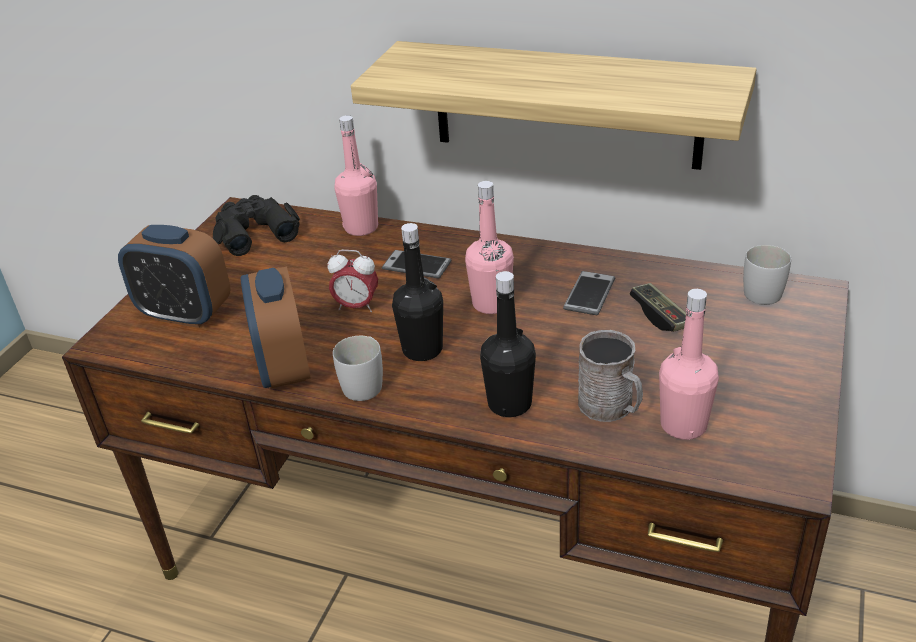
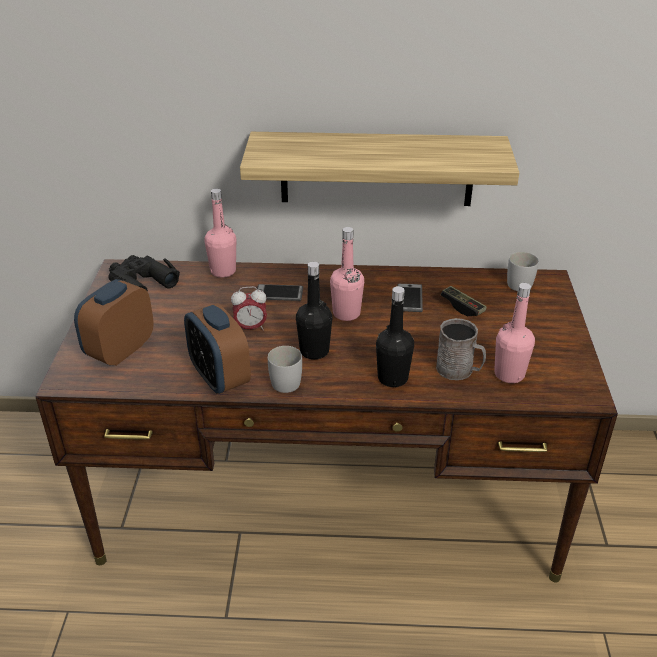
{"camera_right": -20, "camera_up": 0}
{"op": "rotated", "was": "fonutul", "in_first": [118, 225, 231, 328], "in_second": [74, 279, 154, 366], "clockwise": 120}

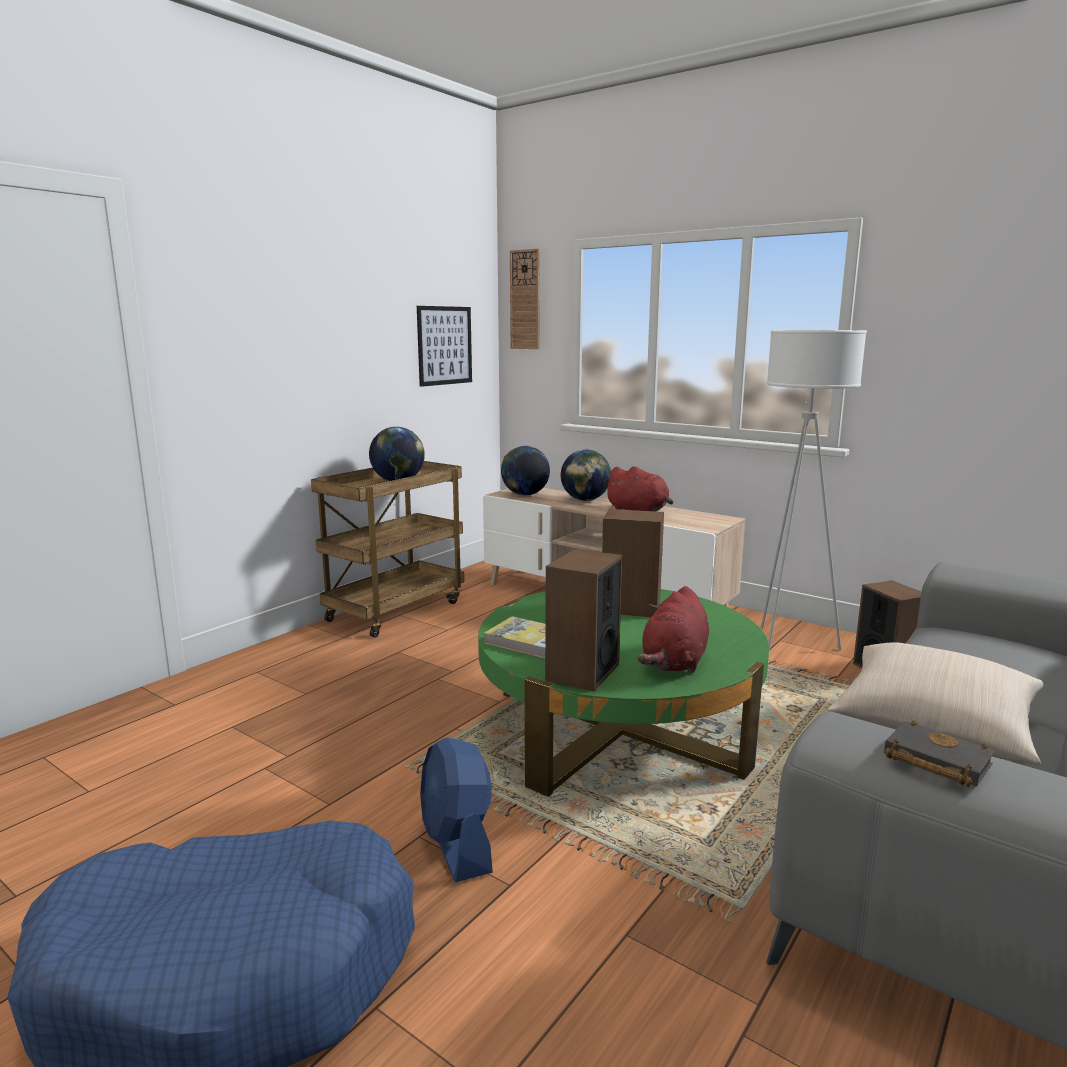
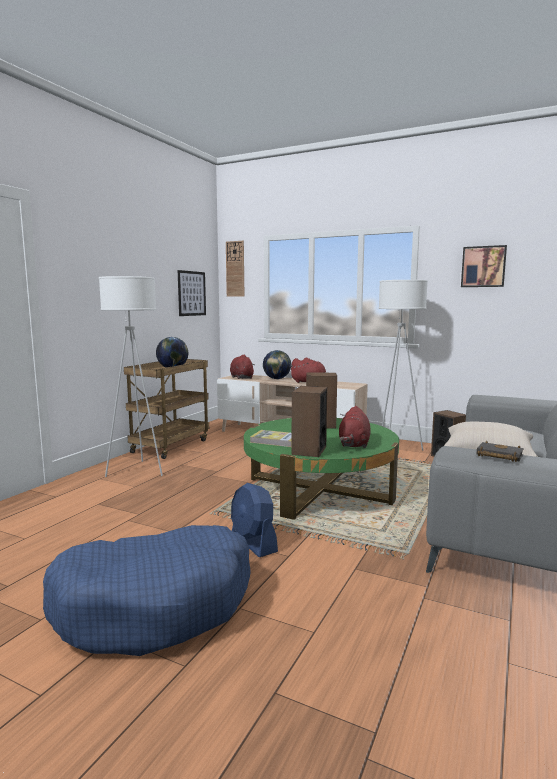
{"camera_right": -10, "camera_up": -5}
{"op": "swapped", "was": "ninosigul", "now": "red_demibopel", "in_first": [501, 446, 550, 496], "in_second": [230, 355, 255, 379]}
{"op": "new", "now": "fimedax", "in_second": [461, 245, 507, 287]}
{"op": "new", "now": "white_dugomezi", "in_second": [99, 276, 163, 477]}

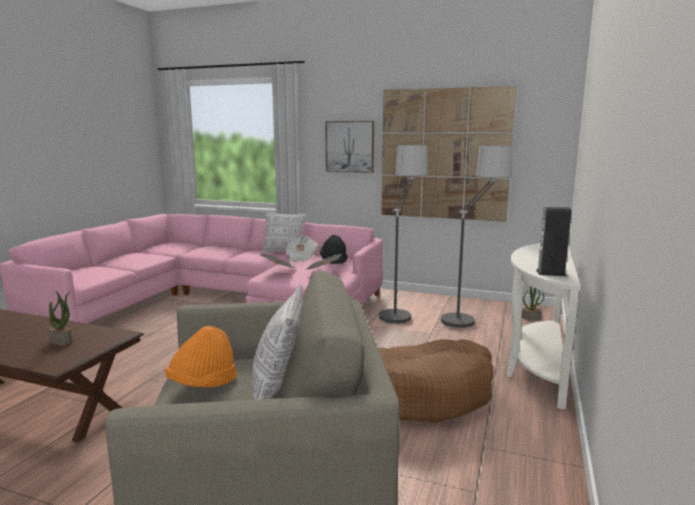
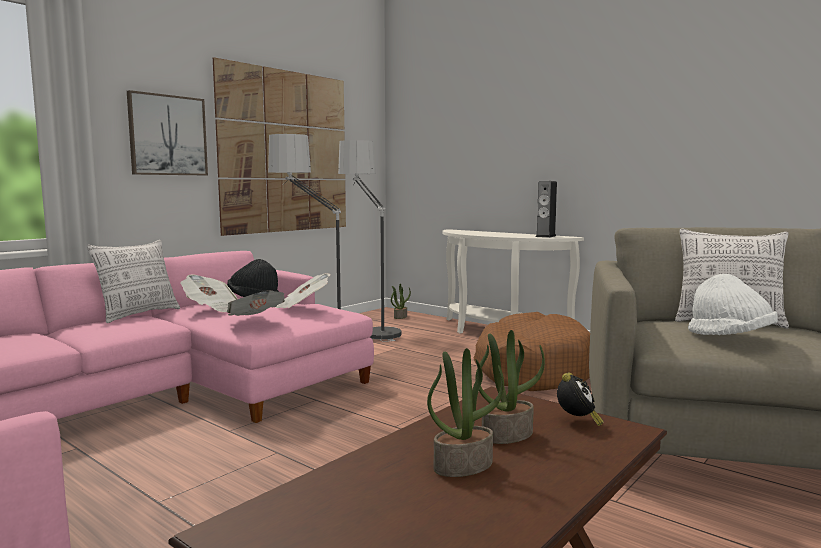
{"camera_right": -70, "camera_up": -5}
{"op": "repainted", "was": "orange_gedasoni", "now": "white_gedasoni", "in_first": [165, 326, 237, 388], "in_second": [688, 274, 778, 335]}
{"op": "new", "now": "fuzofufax", "in_second": [427, 348, 504, 477]}
{"op": "new", "now": "fonutul", "in_second": [557, 373, 604, 426]}

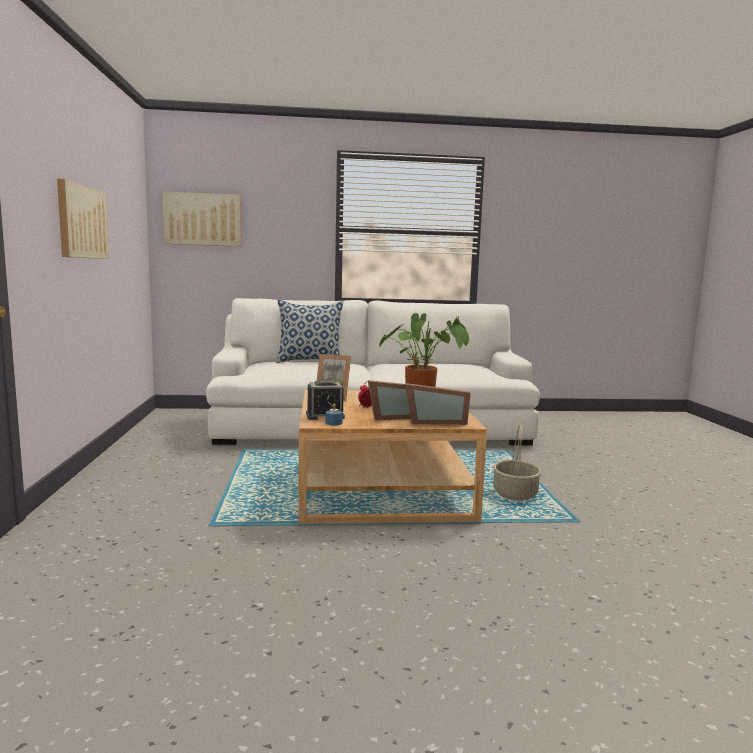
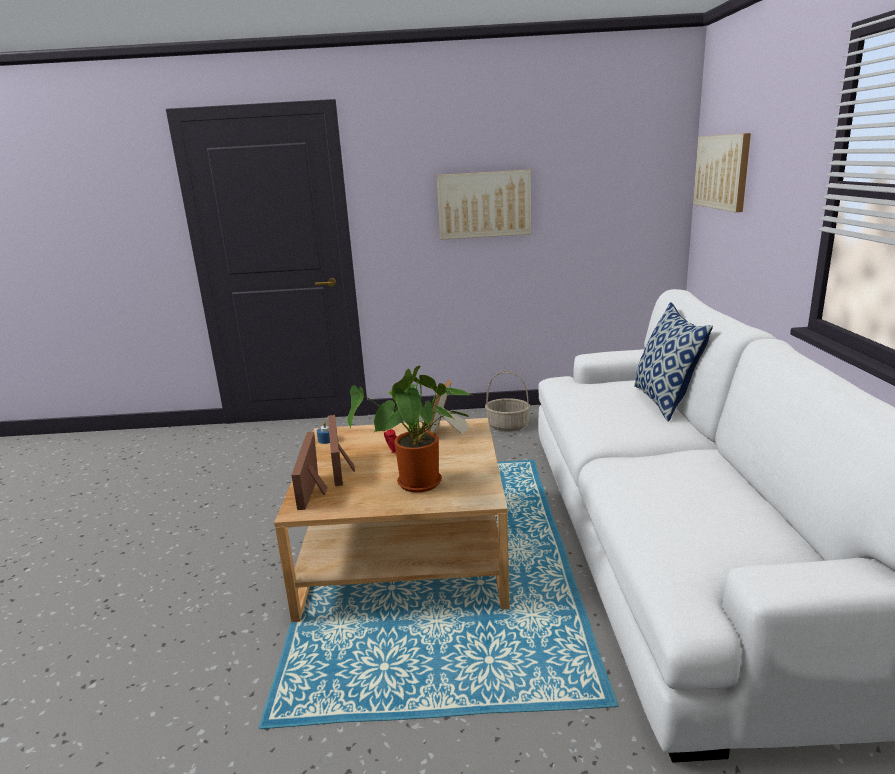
{"camera_right": 95, "camera_up": 10}
{"op": "gone", "was": "fonutul", "in_first": [306, 379, 345, 420]}
{"op": "shifted", "was": "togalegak", "in_first": [493, 425, 542, 501], "in_second": [485, 371, 530, 431]}

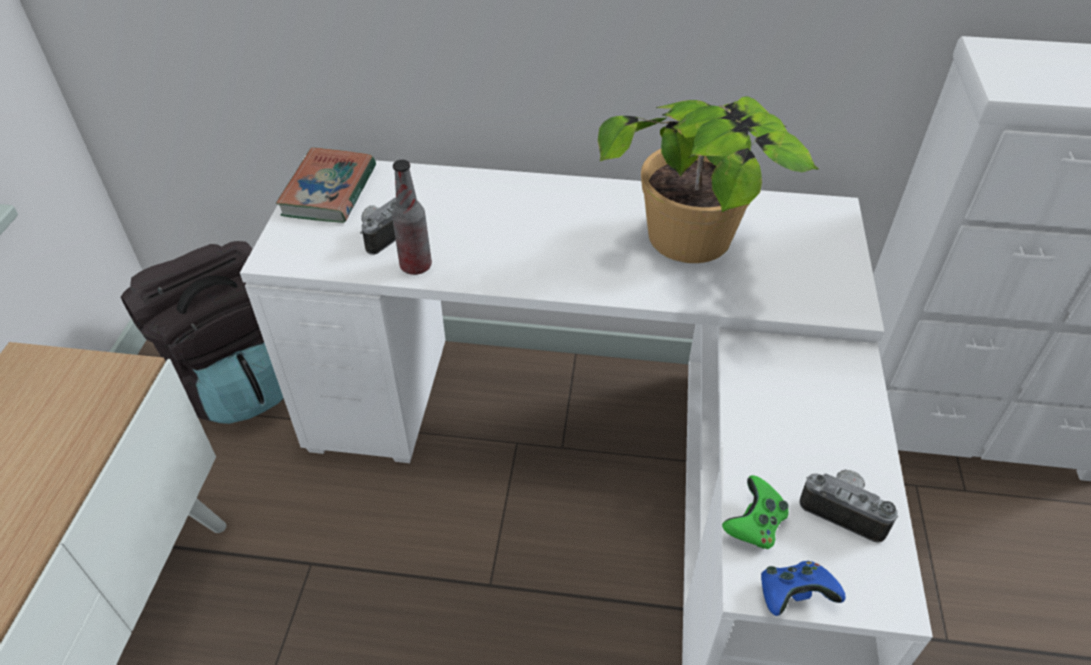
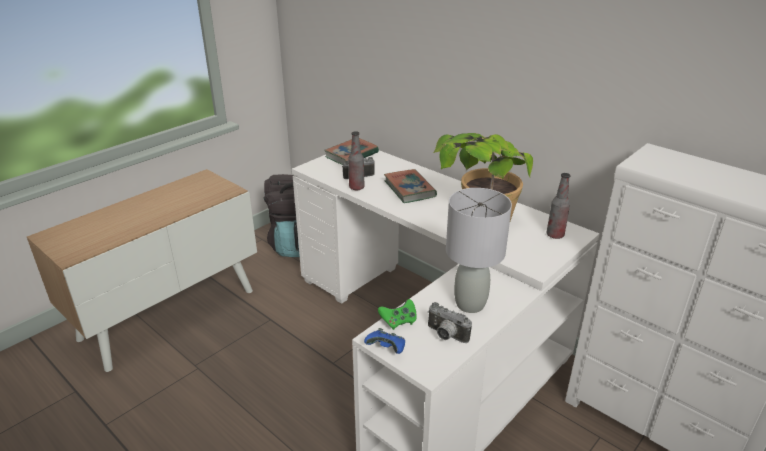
{"camera_right": 35, "camera_up": -15}
{"op": "rotated", "was": "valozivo", "in_first": [799, 470, 898, 543], "in_second": [427, 302, 472, 343], "clockwise": 150}
{"op": "new", "now": "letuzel", "in_second": [384, 169, 437, 203]}
{"op": "new", "now": "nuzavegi", "in_second": [546, 173, 571, 239]}
{"op": "new", "now": "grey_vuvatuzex", "in_second": [446, 188, 512, 313]}

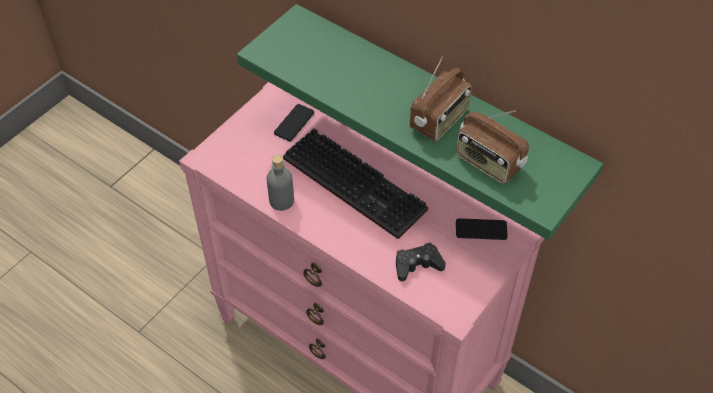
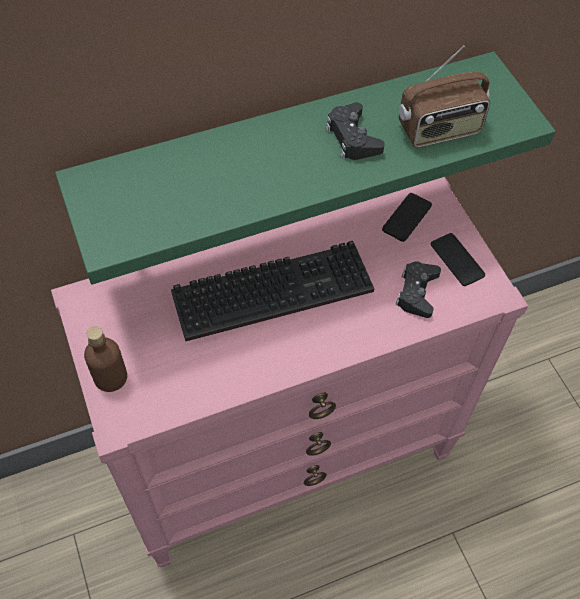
{"camera_right": -60, "camera_up": 5}
{"op": "swapped", "was": "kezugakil", "now": "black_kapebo", "in_first": [410, 57, 472, 141], "in_second": [326, 102, 385, 160]}
{"op": "shifted", "was": "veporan", "in_first": [274, 104, 314, 141], "in_second": [431, 233, 485, 286]}
{"op": "gone", "was": "grey_nuzavegi", "in_first": [267, 154, 294, 211]}
{"op": "new", "now": "brown_nuzavegi", "in_second": [84, 326, 127, 392]}

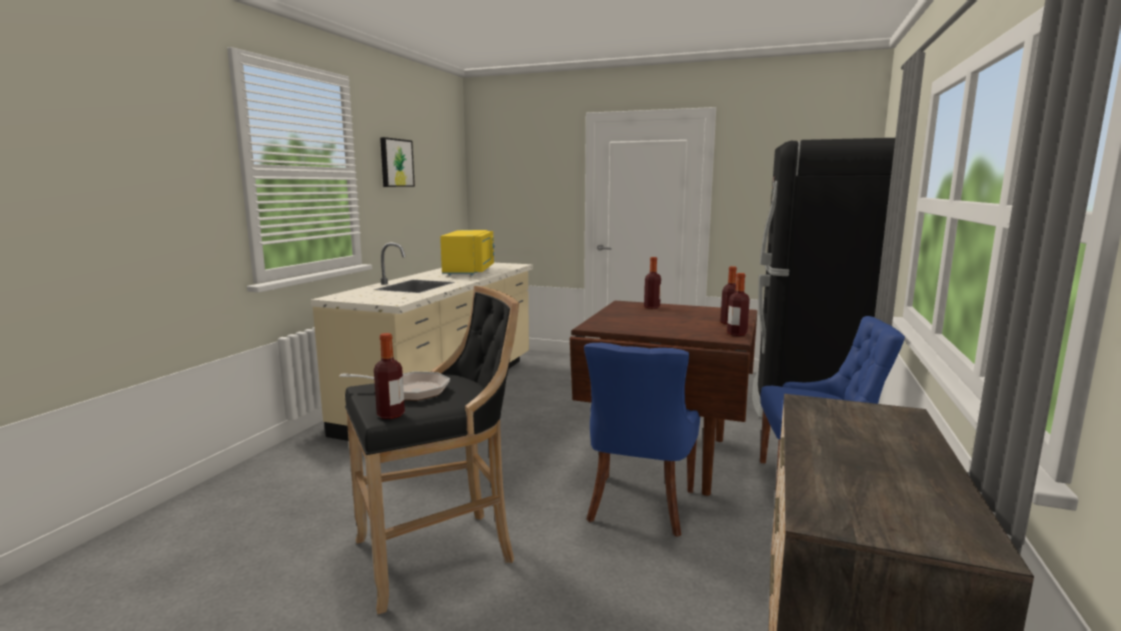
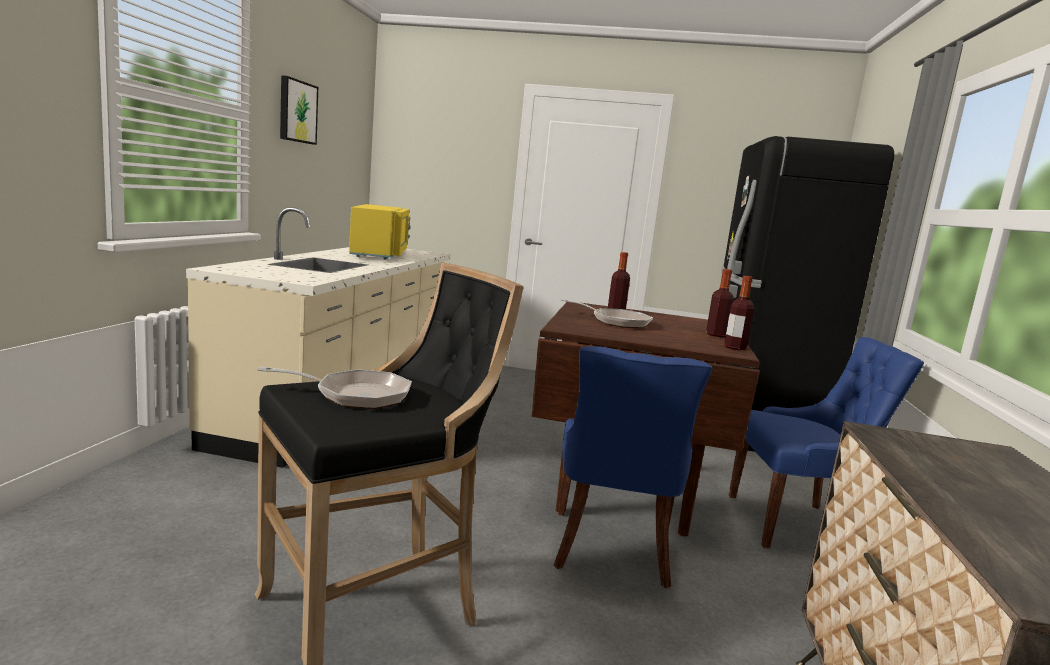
{"camera_right": -10, "camera_up": 0}
{"op": "gone", "was": "nuzavegi", "in_first": [374, 333, 405, 419]}
{"op": "new", "now": "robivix", "in_second": [561, 299, 653, 328]}

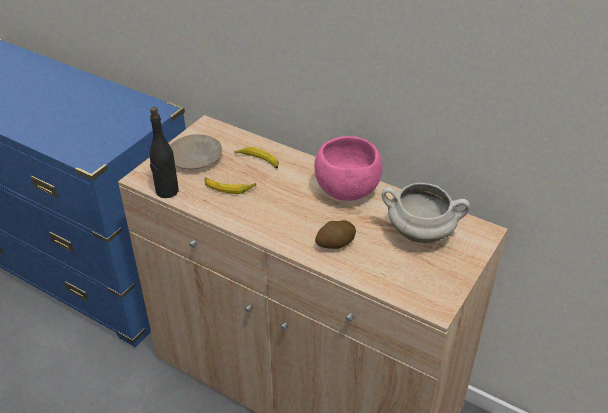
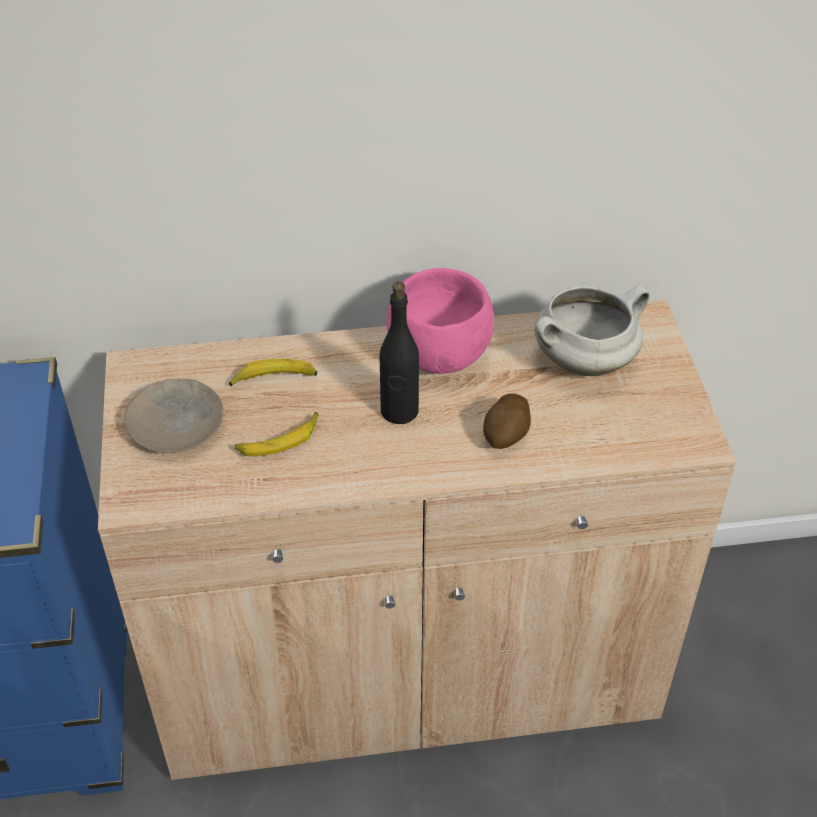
{"camera_right": -40, "camera_up": 5}
{"op": "shifted", "was": "black_nuzavegi", "in_first": [150, 107, 179, 198], "in_second": [380, 281, 419, 424]}

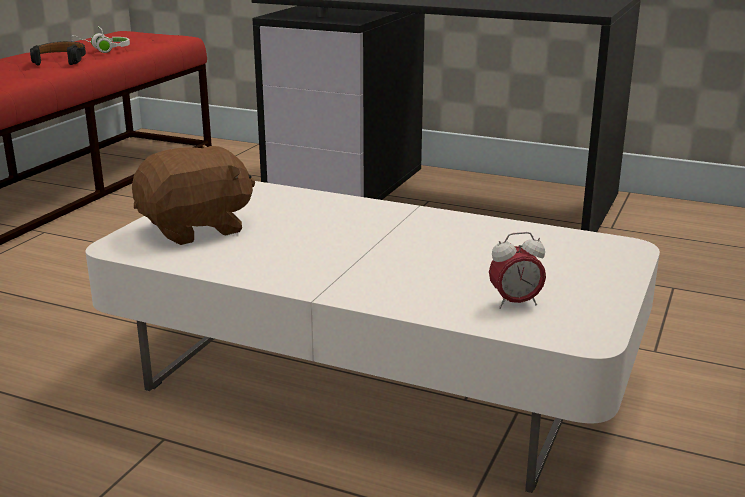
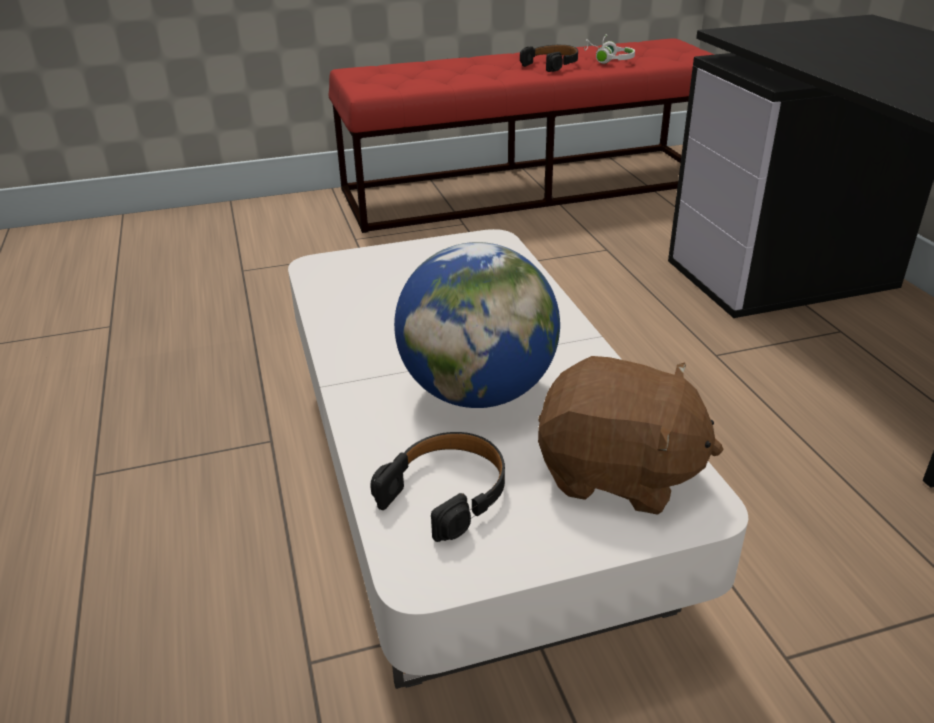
{"camera_right": 50, "camera_up": 10}
{"op": "shifted", "was": "brown_demibopel", "in_first": [132, 145, 255, 245], "in_second": [538, 356, 724, 515]}
{"op": "swapped", "was": "fonutul", "now": "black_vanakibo", "in_first": [489, 232, 546, 309], "in_second": [370, 432, 505, 542]}
{"op": "new", "now": "ninosigul", "in_second": [394, 242, 560, 408]}

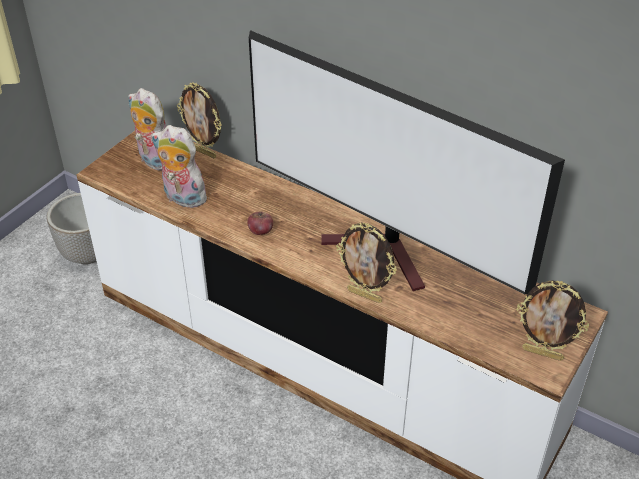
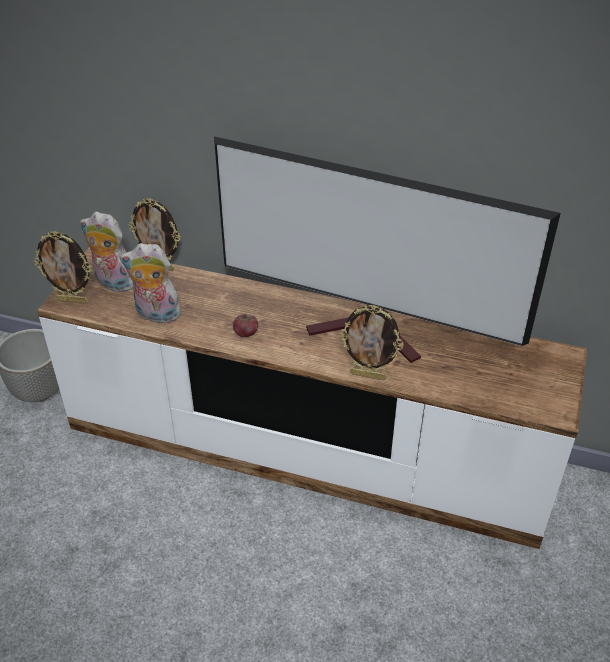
{"camera_right": -15, "camera_up": 0}
{"op": "shifted", "was": "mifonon", "in_first": [517, 280, 589, 361], "in_second": [33, 231, 92, 303]}

